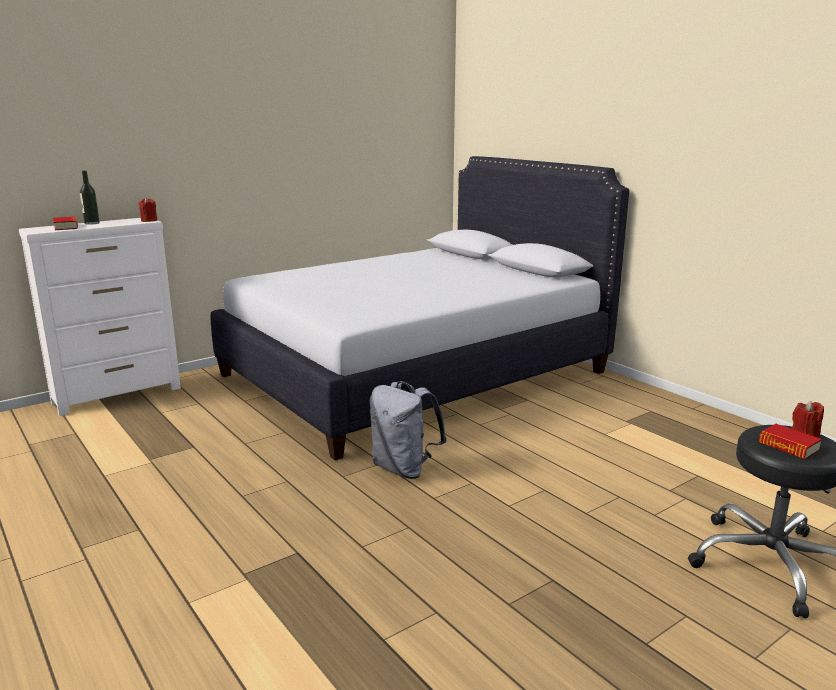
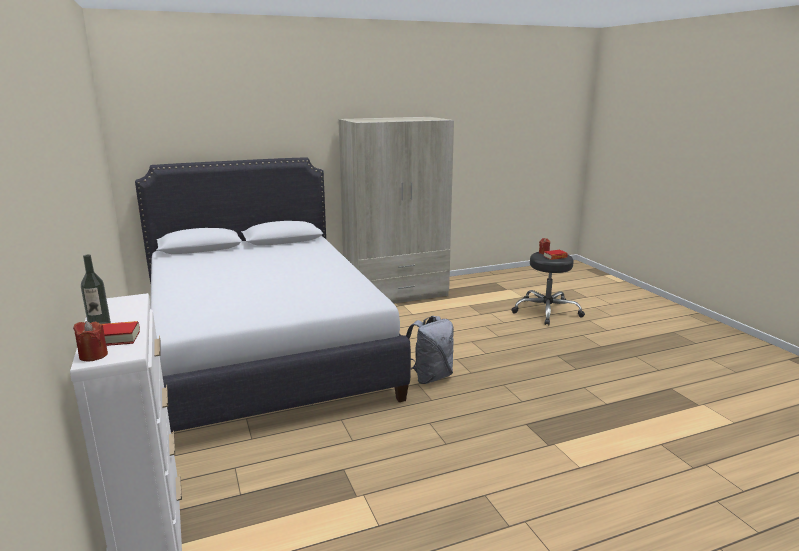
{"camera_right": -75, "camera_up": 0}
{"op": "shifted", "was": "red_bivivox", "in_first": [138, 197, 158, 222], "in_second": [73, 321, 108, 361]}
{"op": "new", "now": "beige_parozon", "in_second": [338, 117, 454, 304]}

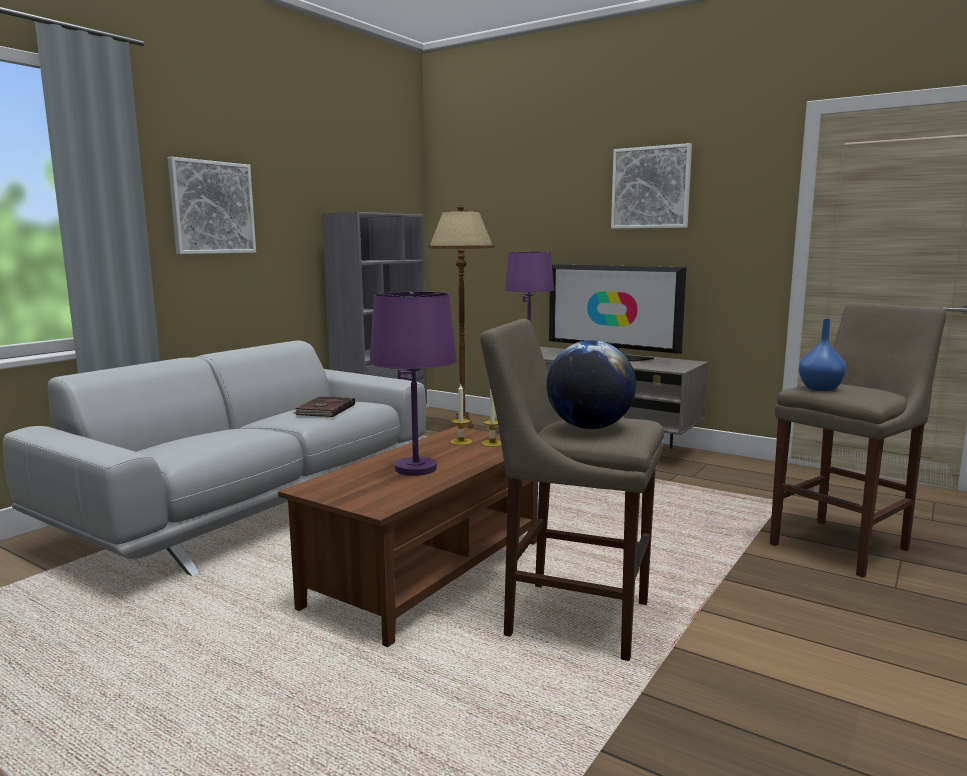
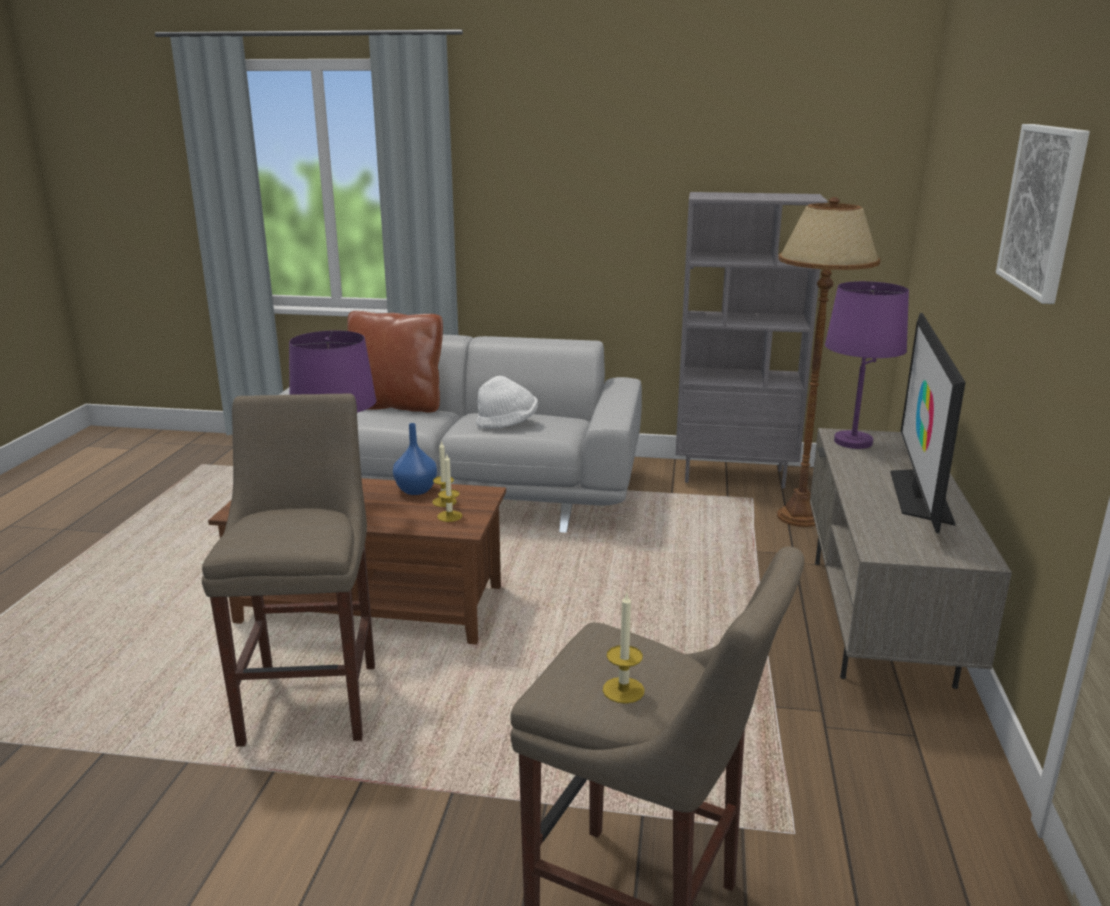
{"camera_right": 65, "camera_up": 10}
{"op": "gone", "was": "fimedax", "in_first": [168, 157, 256, 254]}
{"op": "shifted", "was": "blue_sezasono", "in_first": [799, 319, 846, 391], "in_second": [393, 423, 437, 495]}
{"op": "gone", "was": "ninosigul", "in_first": [546, 340, 636, 429]}
{"op": "swapped", "was": "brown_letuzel", "now": "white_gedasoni", "in_first": [292, 396, 355, 417], "in_second": [476, 376, 538, 429]}
{"op": "new", "now": "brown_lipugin", "in_second": [347, 311, 443, 413]}
{"op": "new", "now": "bivivox", "in_second": [603, 593, 645, 704]}

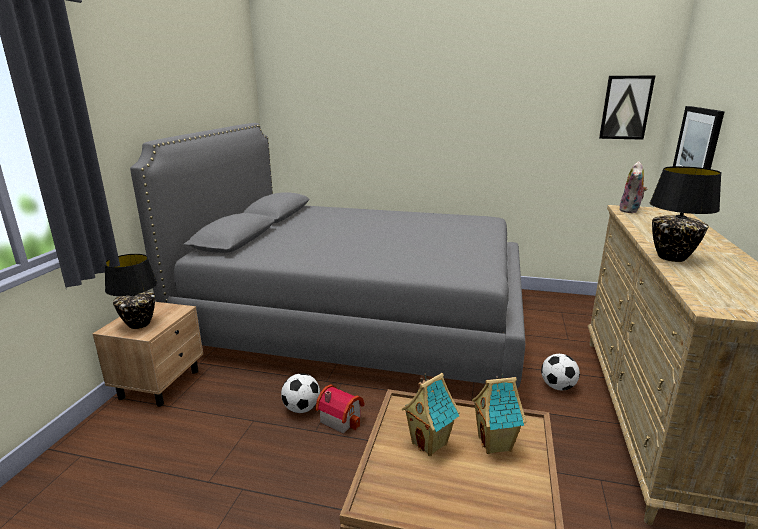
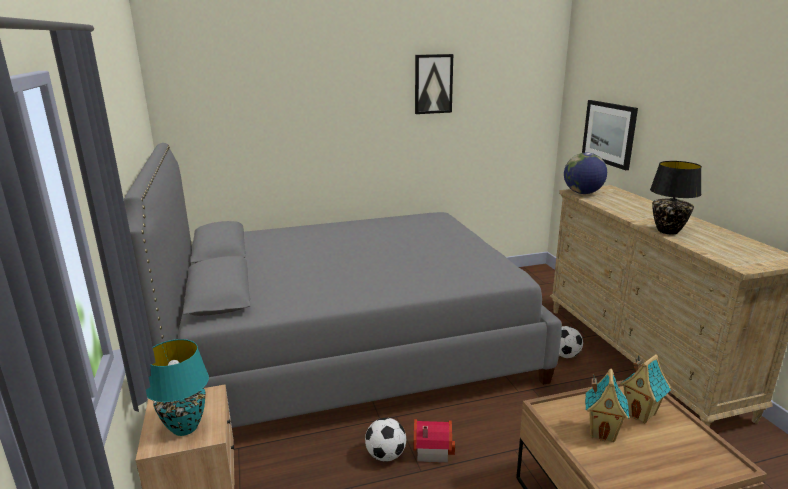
{"camera_right": -30, "camera_up": 0}
{"op": "shifted", "was": "fimedax", "in_first": [599, 76, 655, 140], "in_second": [415, 54, 453, 114]}
{"op": "swapped", "was": "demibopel", "now": "ninosigul", "in_first": [619, 161, 648, 213], "in_second": [564, 152, 607, 194]}
{"op": "repainted", "was": "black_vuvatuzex", "now": "turquoise_vuvatuzex", "in_first": [104, 254, 157, 329], "in_second": [146, 339, 209, 436]}

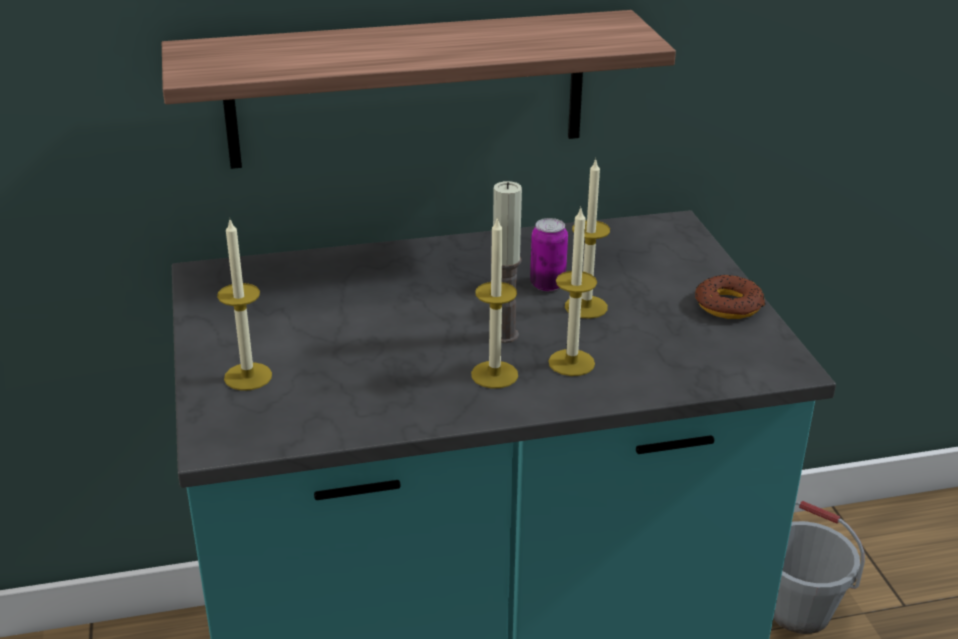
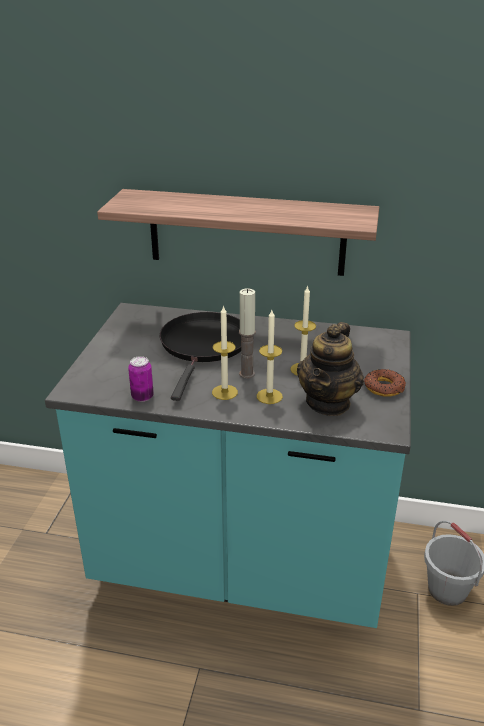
{"camera_right": 25, "camera_up": 0}
{"op": "shifted", "was": "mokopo", "in_first": [530, 218, 568, 291], "in_second": [128, 356, 154, 402]}
{"op": "gone", "was": "bivivox", "in_first": [217, 220, 272, 391]}
{"op": "new", "now": "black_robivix", "in_second": [160, 312, 241, 401]}
{"op": "new", "now": "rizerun", "in_second": [297, 322, 364, 416]}

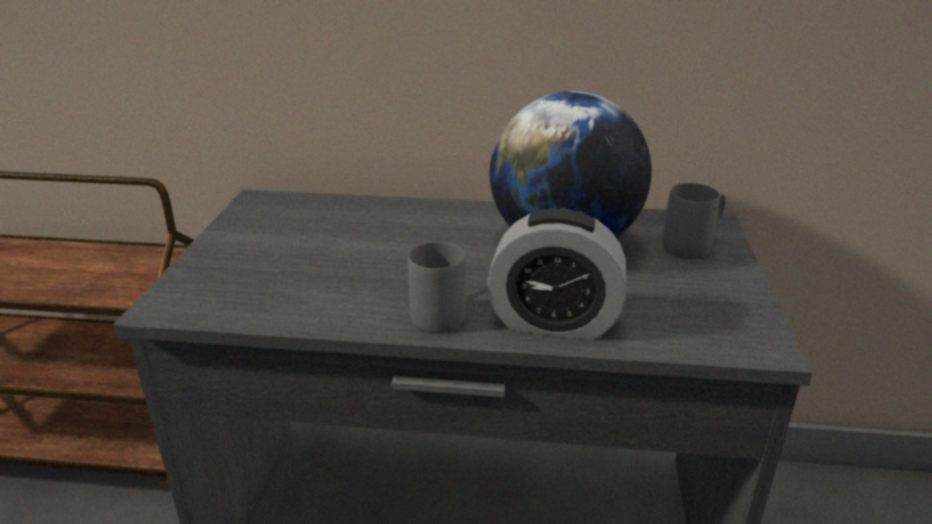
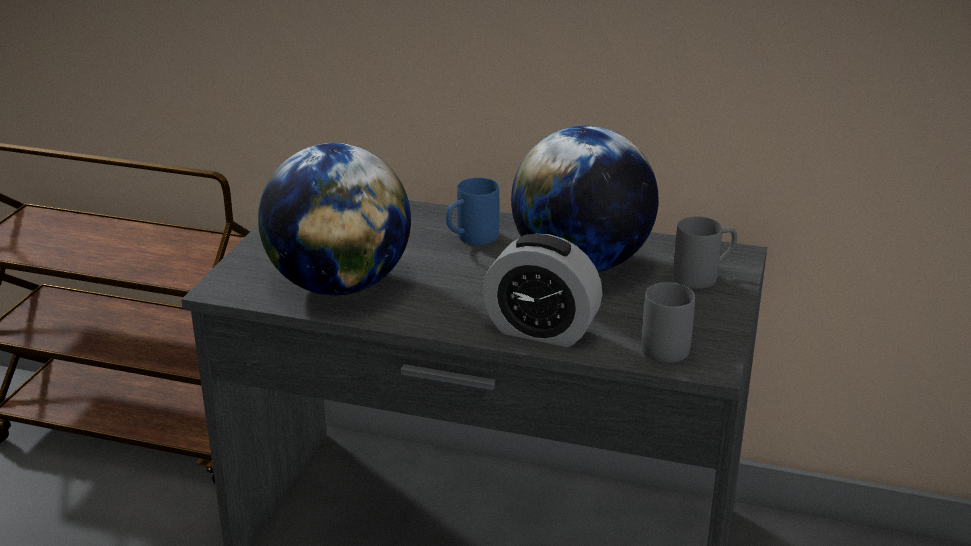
{"camera_right": 10, "camera_up": 0}
{"op": "shifted", "was": "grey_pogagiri", "in_first": [408, 242, 466, 333], "in_second": [641, 282, 695, 363]}
{"op": "new", "now": "ninosigul", "in_second": [258, 143, 411, 295]}
{"op": "new", "now": "blue_pogagiri", "in_second": [446, 178, 499, 245]}

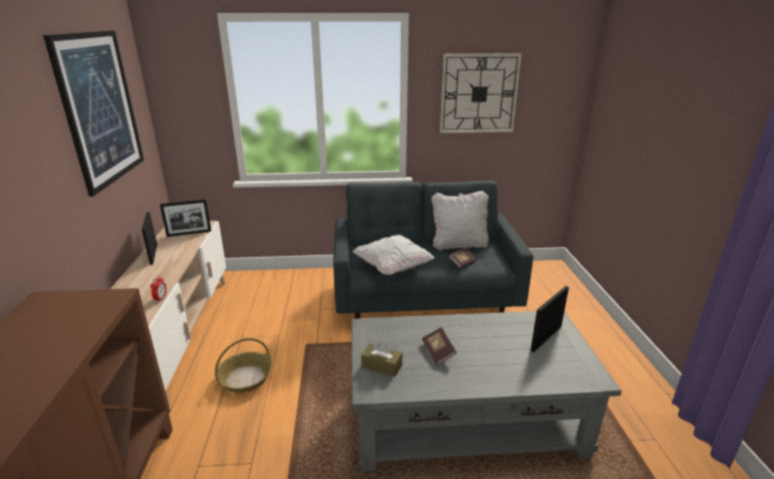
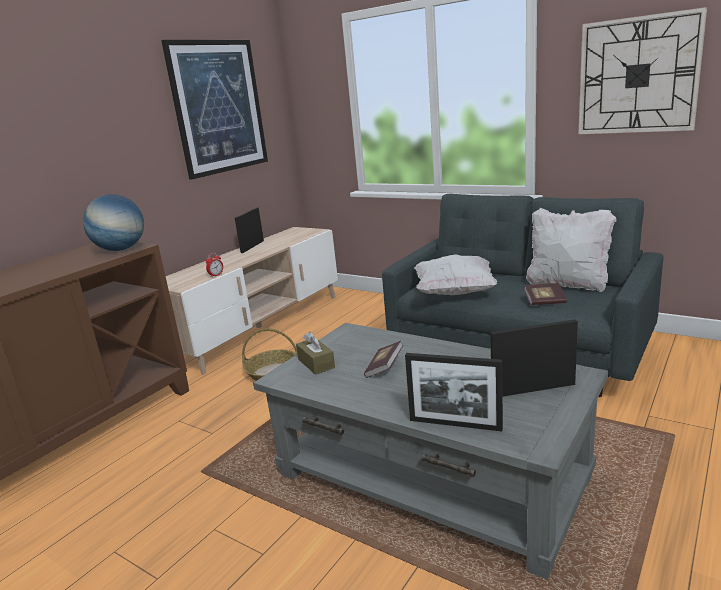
{"camera_right": 40, "camera_up": -5}
{"op": "shifted", "was": "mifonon", "in_first": [160, 199, 211, 237], "in_second": [405, 353, 503, 431]}
{"op": "new", "now": "ninosigul", "in_second": [83, 194, 144, 251]}

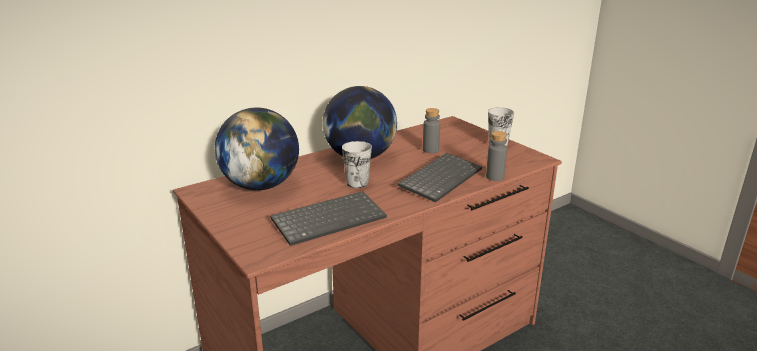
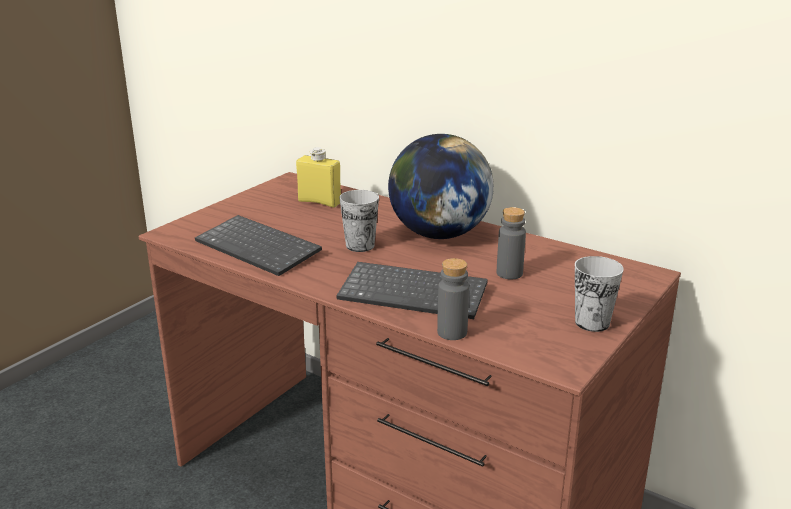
{"camera_right": 70, "camera_up": 0}
{"op": "swapped", "was": "ninosigul", "now": "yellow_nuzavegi", "in_first": [215, 108, 299, 190], "in_second": [296, 147, 341, 208]}

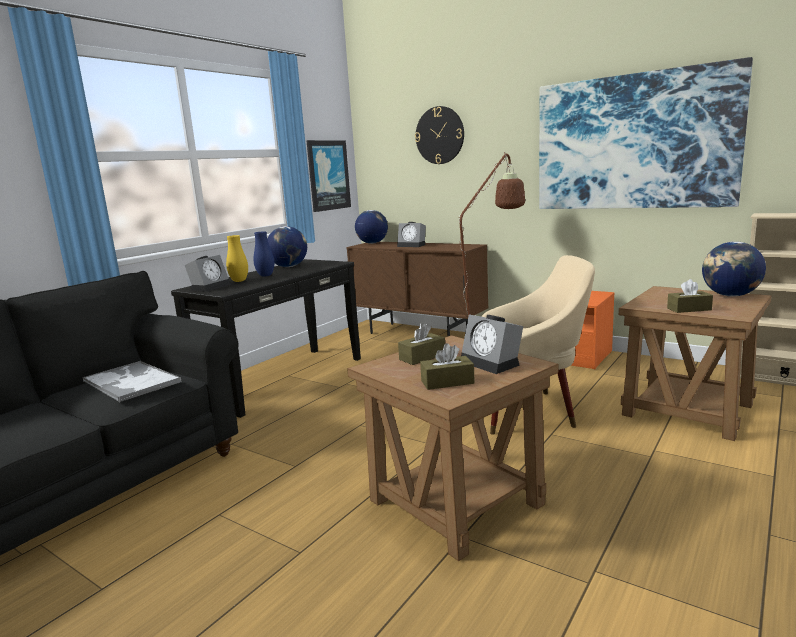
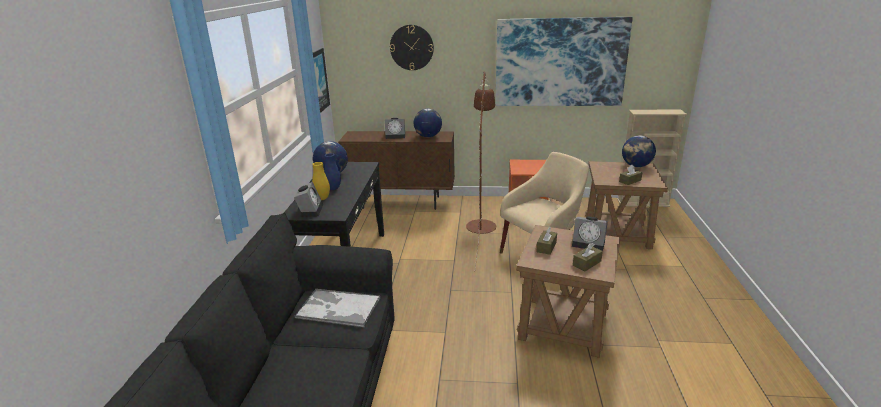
{"camera_right": -30, "camera_up": 10}
{"op": "shifted", "was": "ninosigul", "in_first": [355, 210, 388, 244], "in_second": [414, 109, 442, 137]}

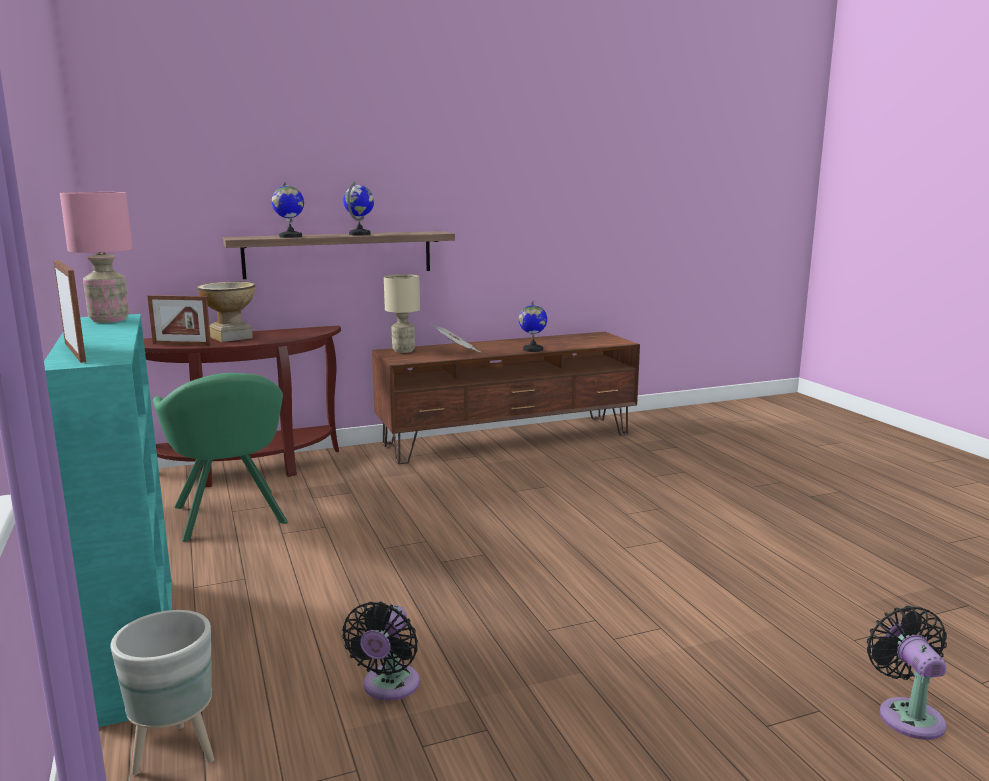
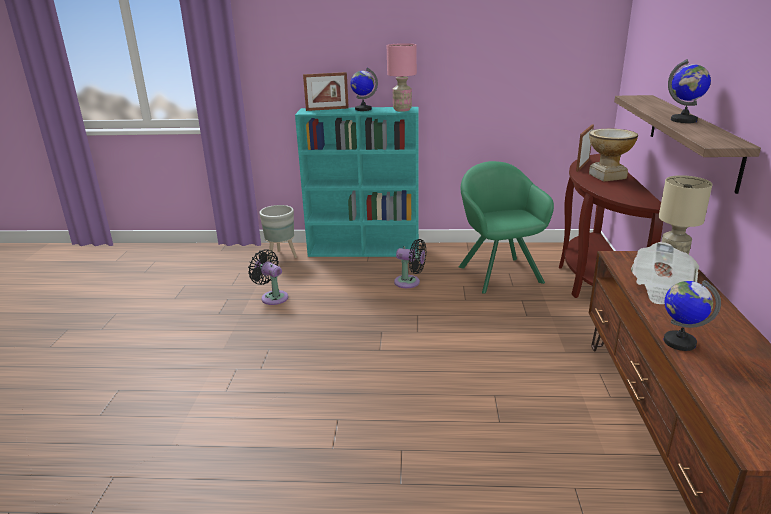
{"camera_right": 115, "camera_up": 10}
{"op": "shifted", "was": "ninosigul", "in_first": [272, 181, 304, 238], "in_second": [350, 67, 378, 111]}
{"op": "rotated", "was": "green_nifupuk", "in_first": [153, 373, 288, 542], "in_second": [459, 161, 554, 294], "clockwise": 75}
{"op": "shifted", "was": "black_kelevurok", "in_first": [867, 606, 947, 740], "in_second": [394, 239, 427, 288]}

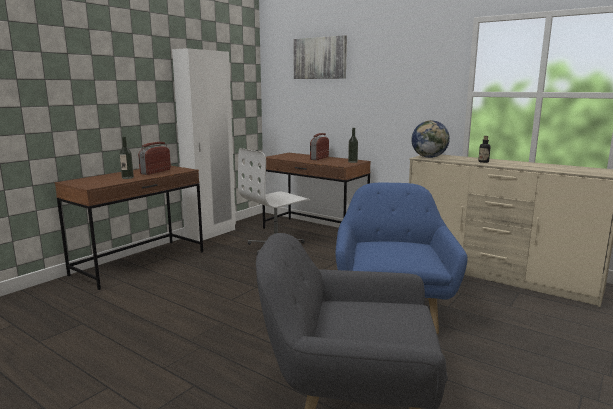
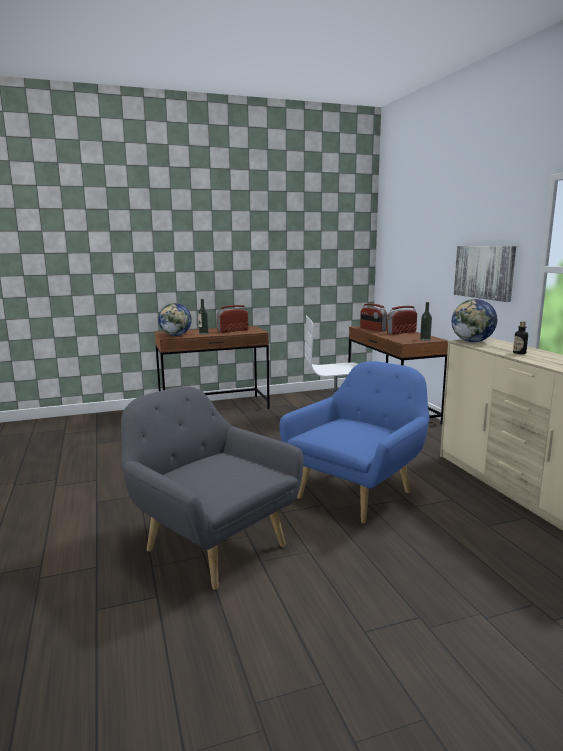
{"camera_right": 35, "camera_up": 0}
{"op": "shifted", "was": "fimedax", "in_first": [293, 35, 347, 79], "in_second": [454, 246, 516, 302]}
{"op": "gone", "was": "white_parozon", "in_first": [172, 48, 236, 241]}
{"op": "new", "now": "ninosigul", "in_second": [158, 303, 192, 336]}
{"op": "new", "now": "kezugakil", "in_second": [360, 303, 387, 332]}

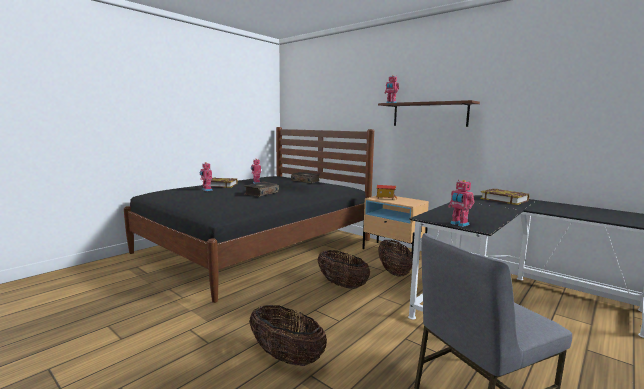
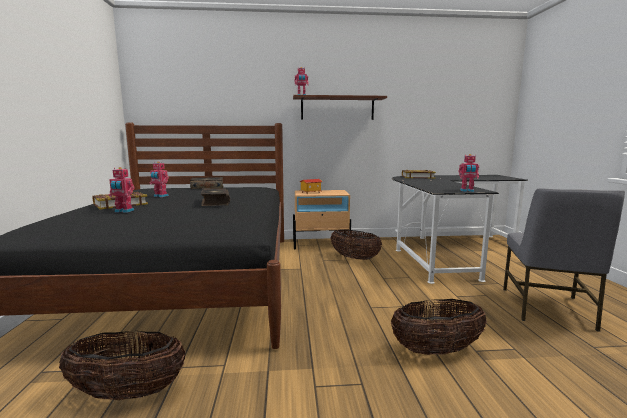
{"camera_right": -45, "camera_up": 0}
{"op": "shifted", "was": "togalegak", "in_first": [317, 250, 370, 289], "in_second": [59, 331, 185, 400]}

